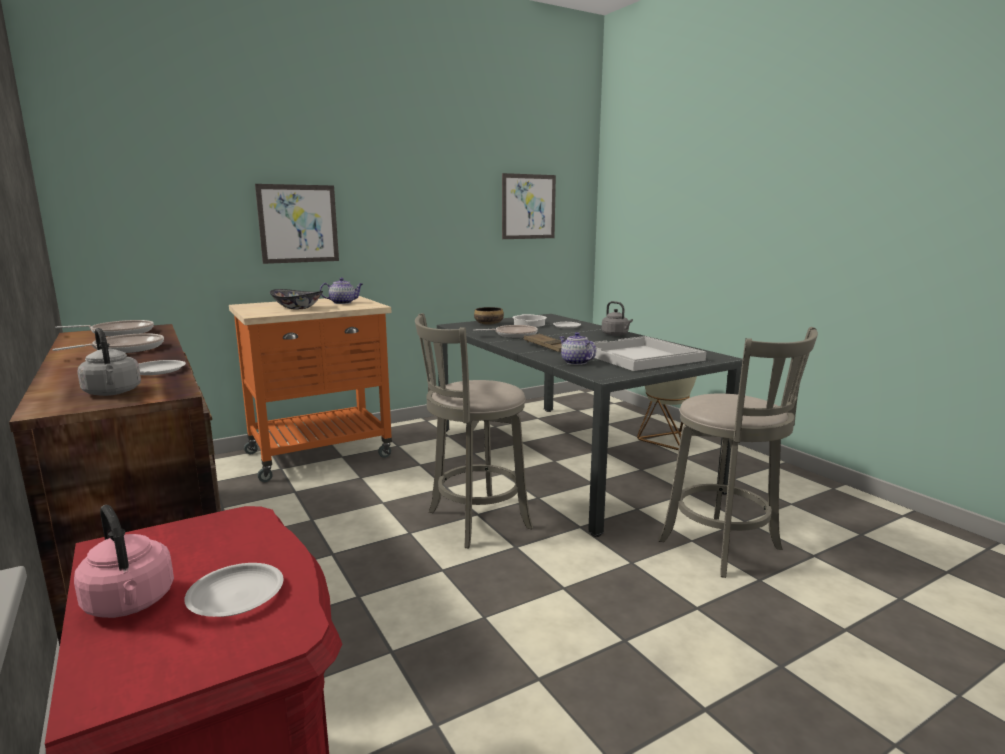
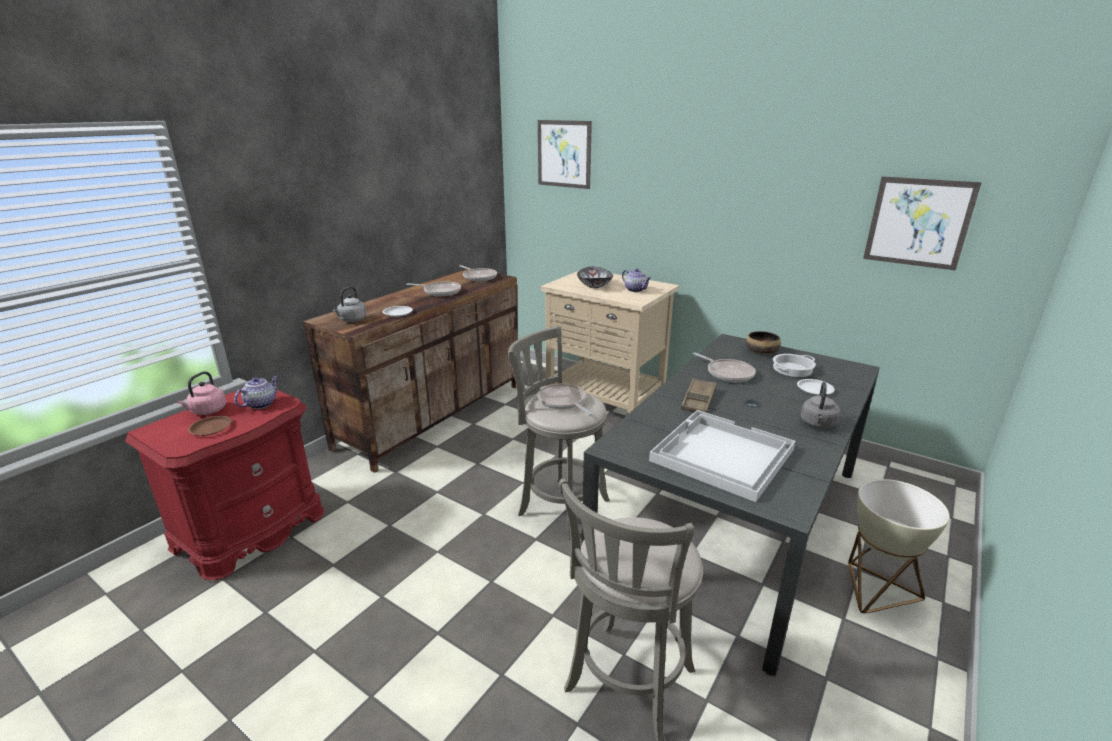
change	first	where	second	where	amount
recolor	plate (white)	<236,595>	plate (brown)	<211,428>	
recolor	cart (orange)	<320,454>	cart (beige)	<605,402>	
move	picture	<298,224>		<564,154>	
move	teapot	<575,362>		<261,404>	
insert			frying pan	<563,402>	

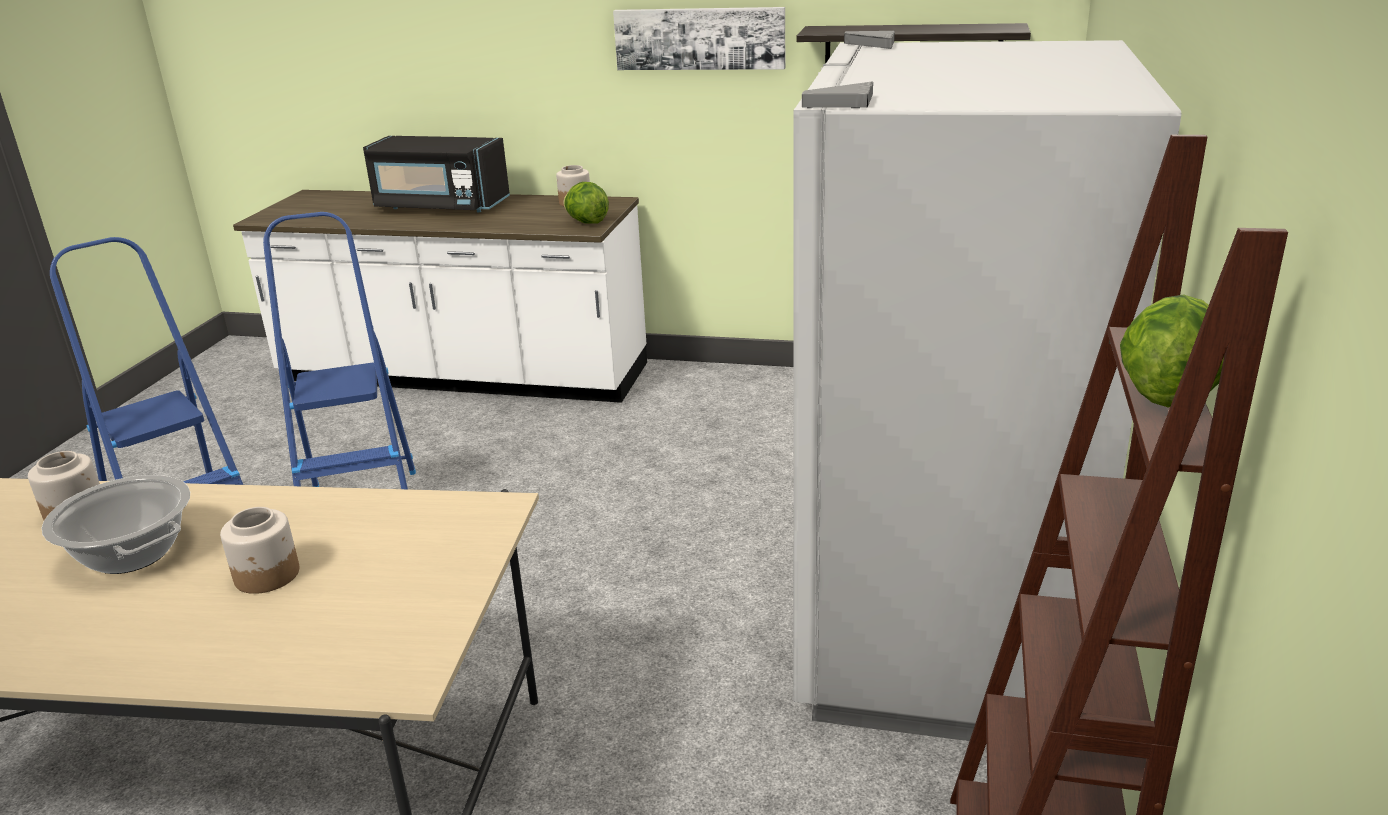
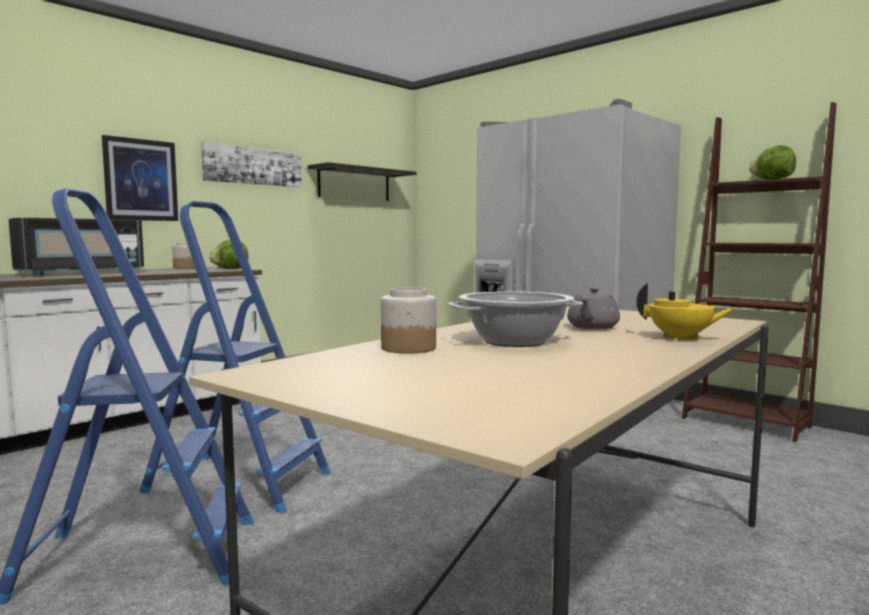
change	first	where	second	where	amount
replace	jar	<267,575>	teapot (grey)	<592,327>	
insert			picture	<141,180>	
insert			teapot (yellow)	<681,338>	

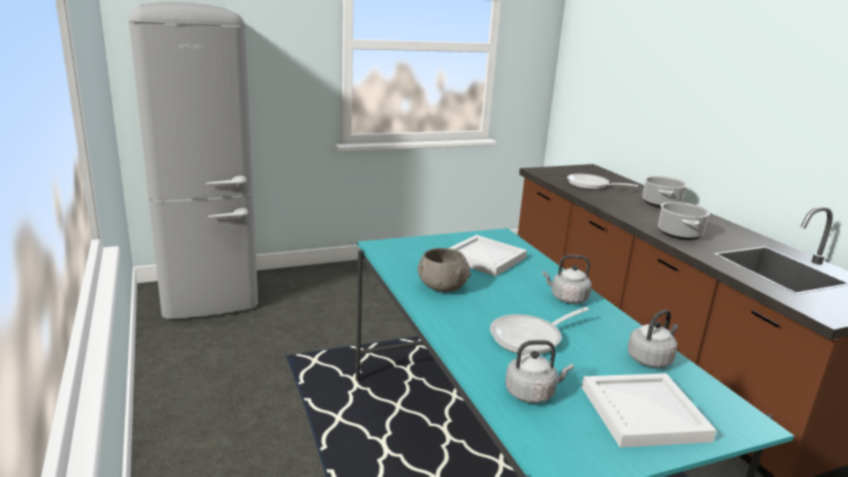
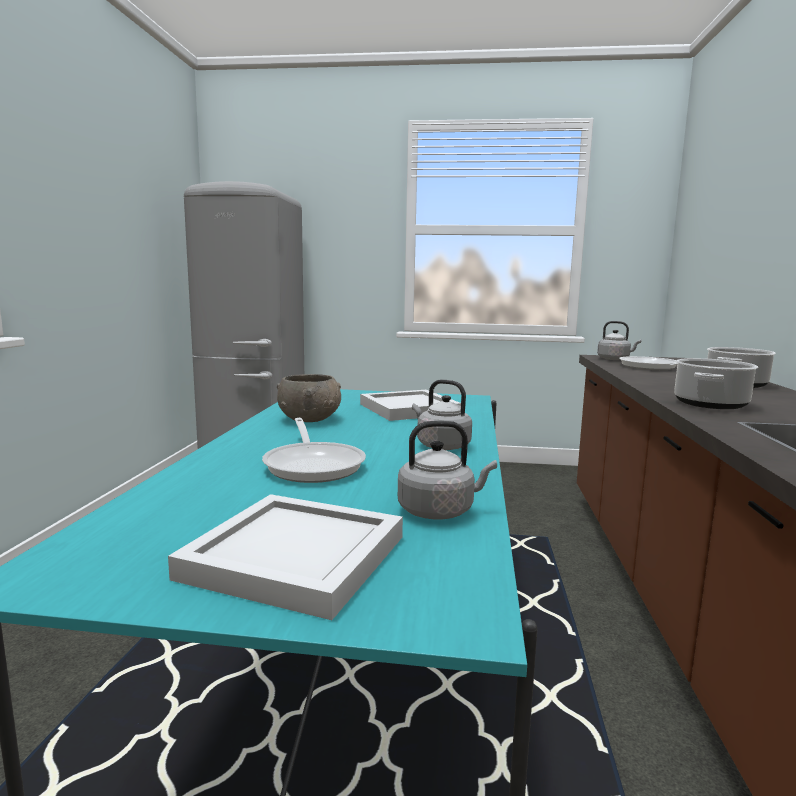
change	first	where	second	where	amount
rotate	frying pan	<531,338>		<314,465>	105 degrees counterclockwise
move	kettle (grey)	<532,393>		<615,359>	

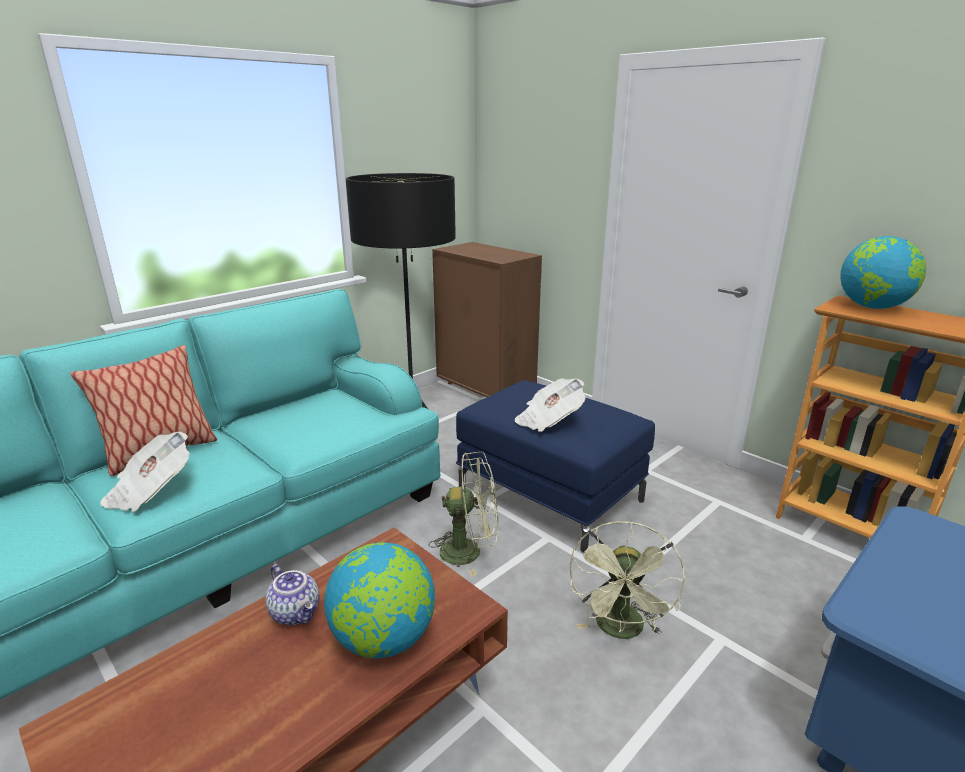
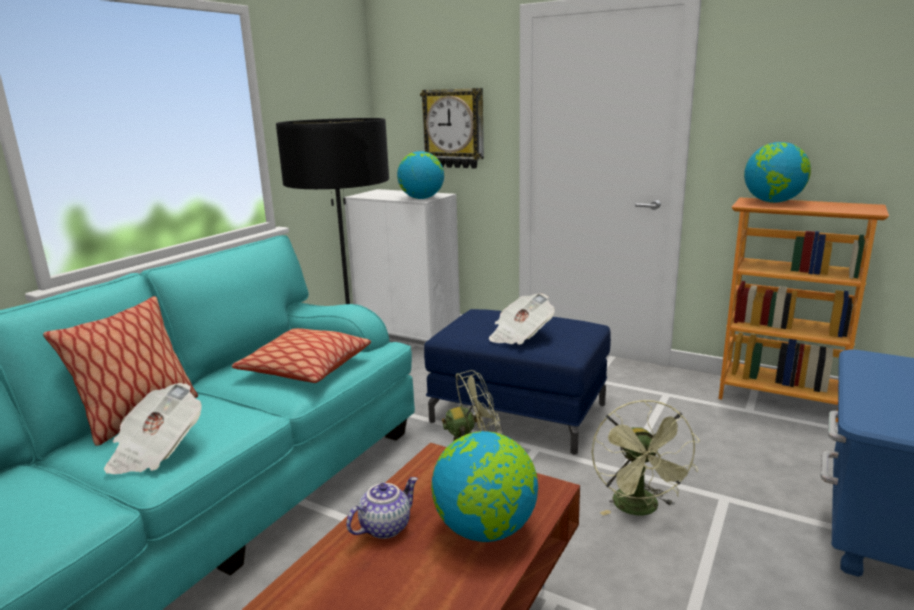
change	first	where	second	where	amount
rotate	teapot	<296,612>		<385,526>	75 degrees counterclockwise
recolor	cabinet (brown)	<486,389>	cabinet (white)	<409,333>	
insert			pillow	<305,368>	
insert			globe	<421,198>	
insert			wall clock	<454,128>	

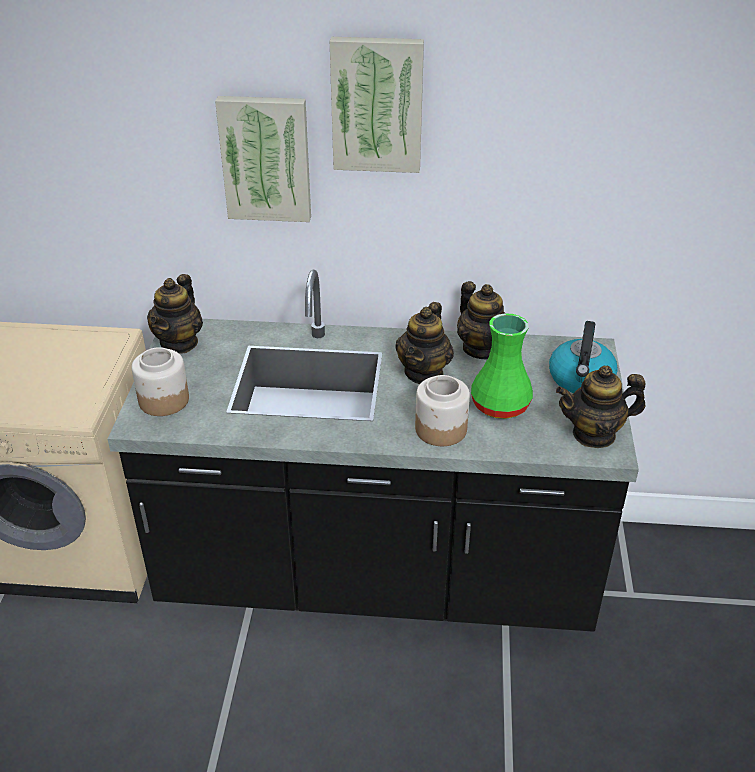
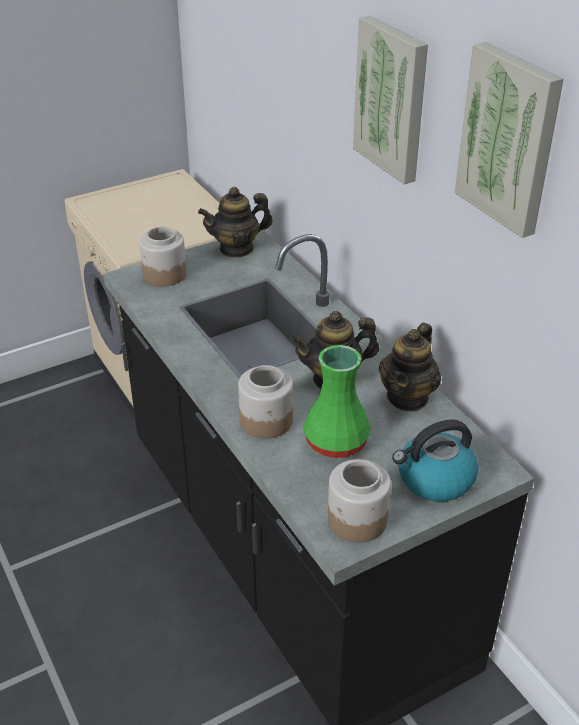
change	first	where	second	where	amount
move	picture	<266,158>		<510,139>	
replace	teapot	<594,434>	jar	<357,520>	

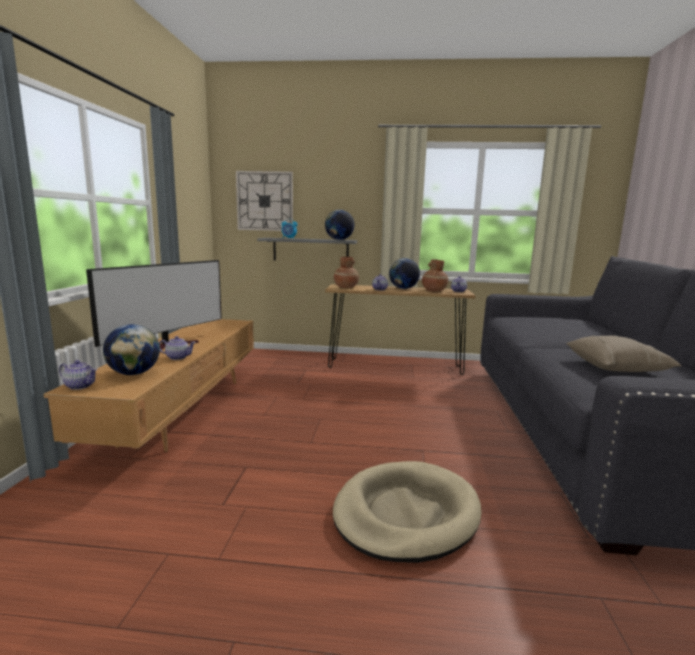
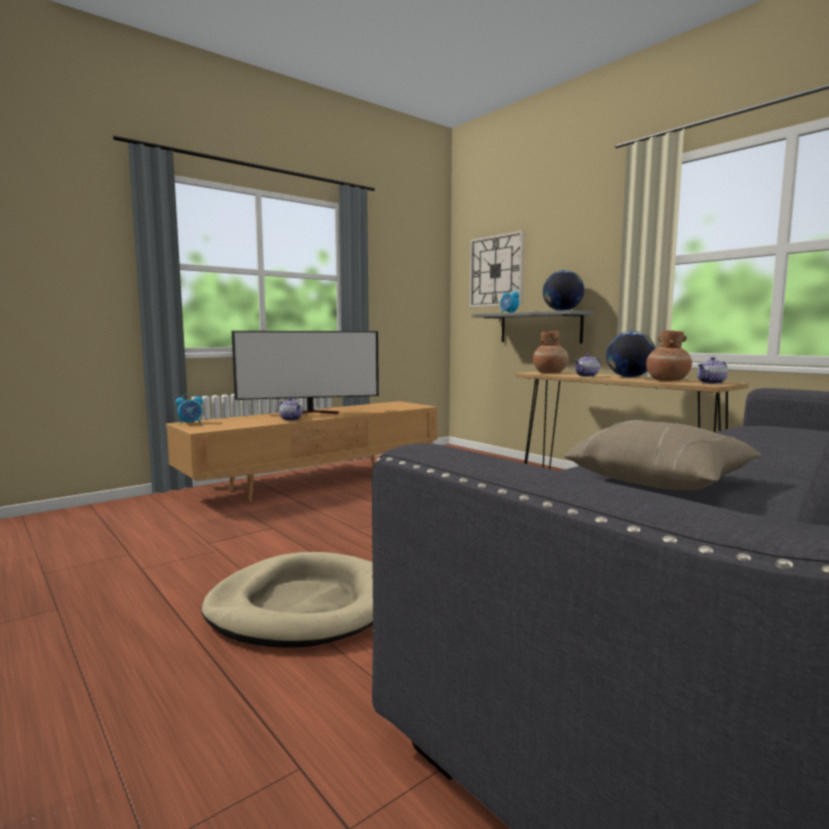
change	first	where	second	where	amount
replace	teapot	<80,386>	alarm clock	<190,423>	
delete	globe	<134,373>			

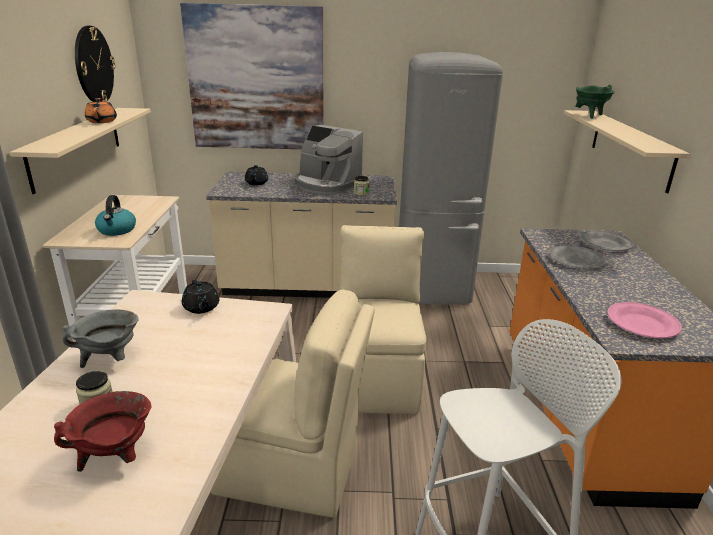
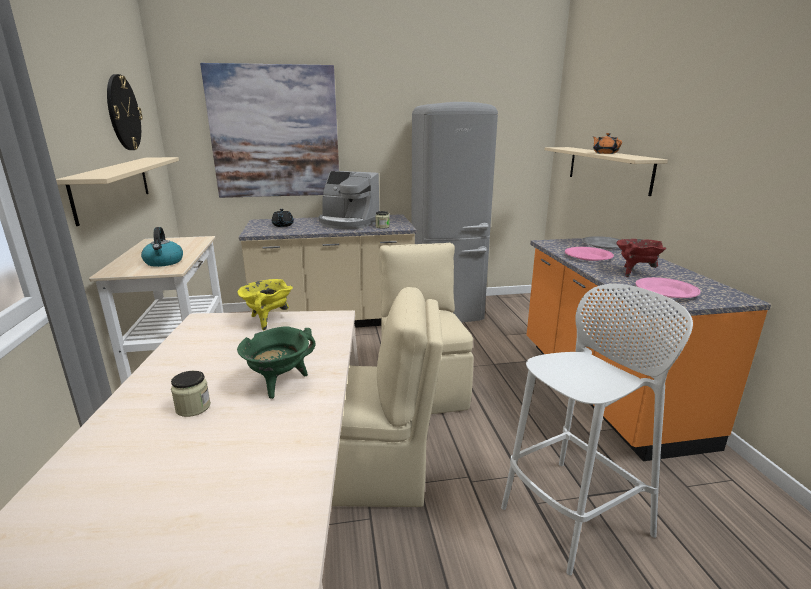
change	first	where	second	where	amount
move	cooking pot (red)	<115,457>		<635,272>	
delete	cooking pot (grey)	<110,360>			
move	teapot (orange)	<102,121>		<605,153>	
replace	teapot (black)	<201,308>	cooking pot (yellow)	<268,320>	
recolor	plate (grey)	<576,260>	plate (pink)	<588,257>	
move	cooking pot (green)	<589,116>		<279,383>	

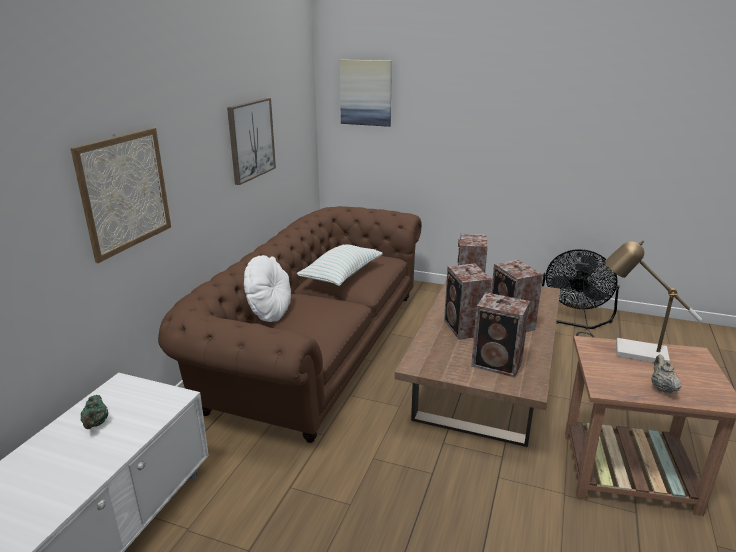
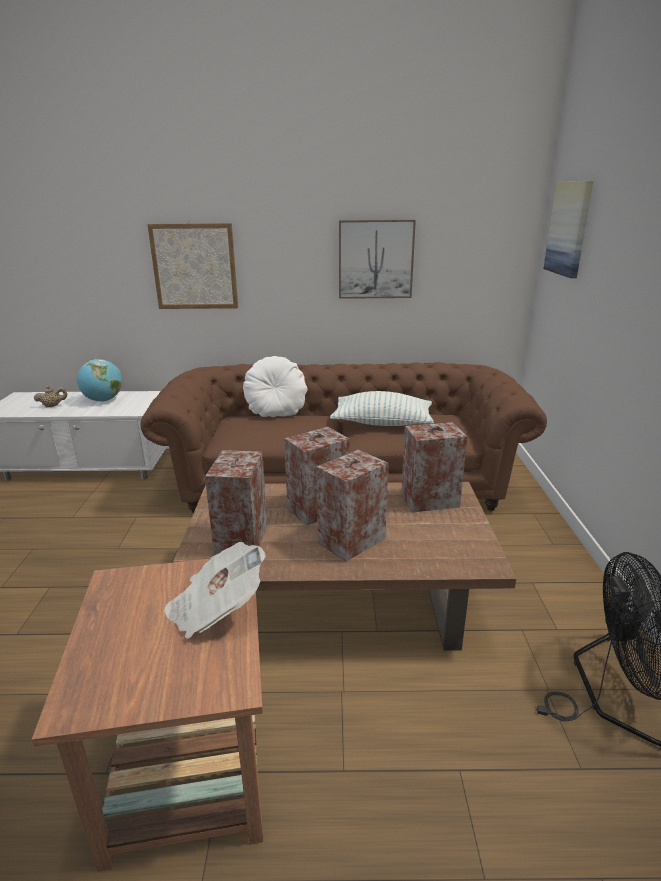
change	first	where	second	where	amount
replace	teapot (green)	<96,424>	globe	<103,400>	
replace	table lamp	<633,352>	newspaper	<216,609>	
move	teapot (beige)	<662,388>		<53,406>	

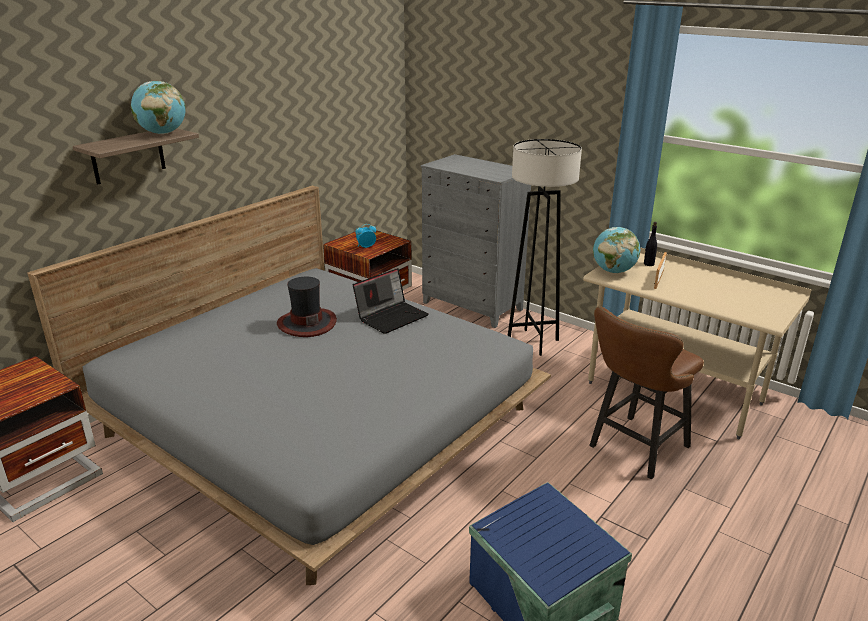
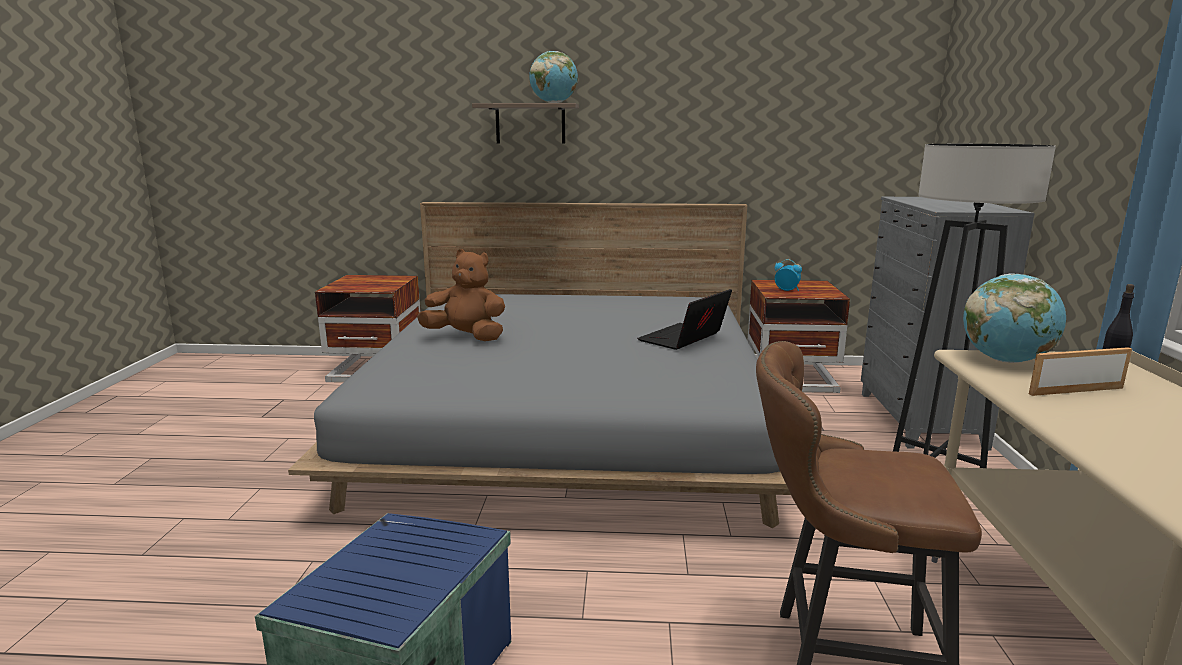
change	first	where	second	where	amount
delete	hat	<306,323>			
rotate	laptop	<392,316>		<683,339>	120 degrees clockwise
insert			plush toy (brown)	<466,337>	

